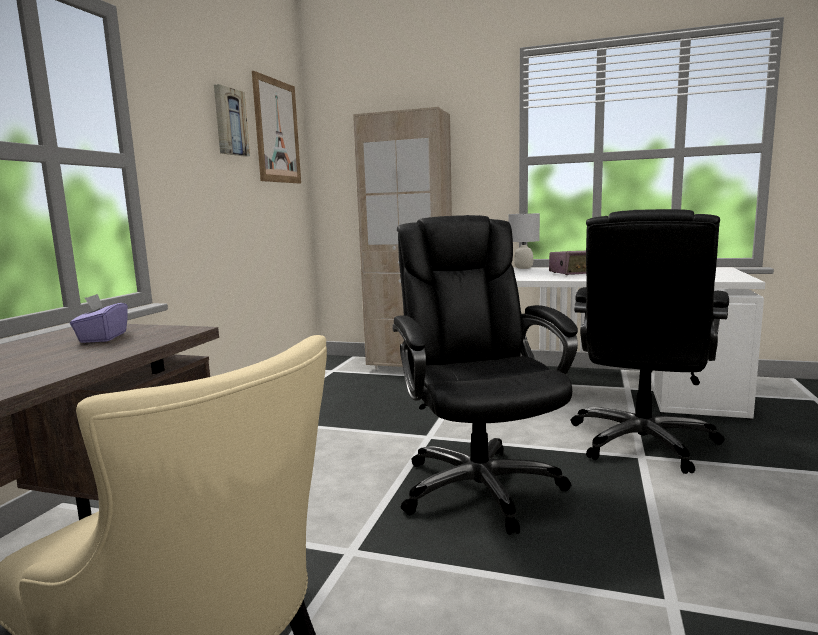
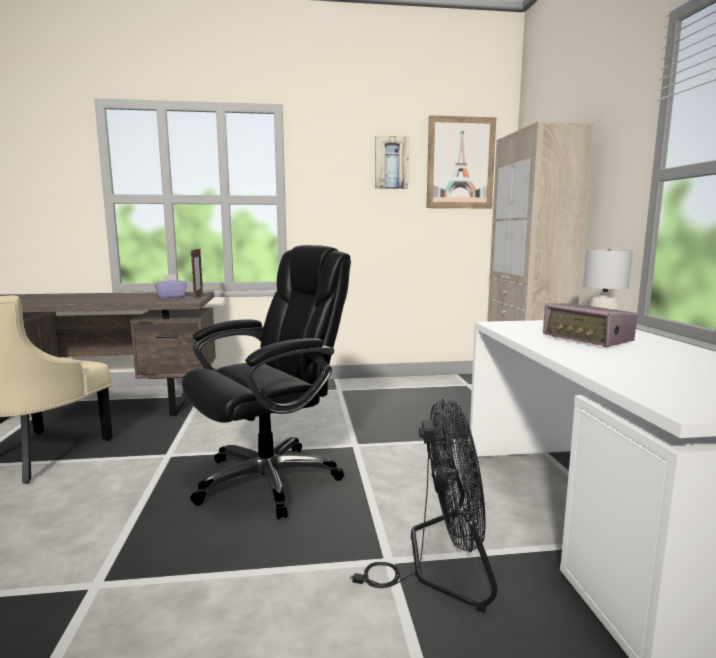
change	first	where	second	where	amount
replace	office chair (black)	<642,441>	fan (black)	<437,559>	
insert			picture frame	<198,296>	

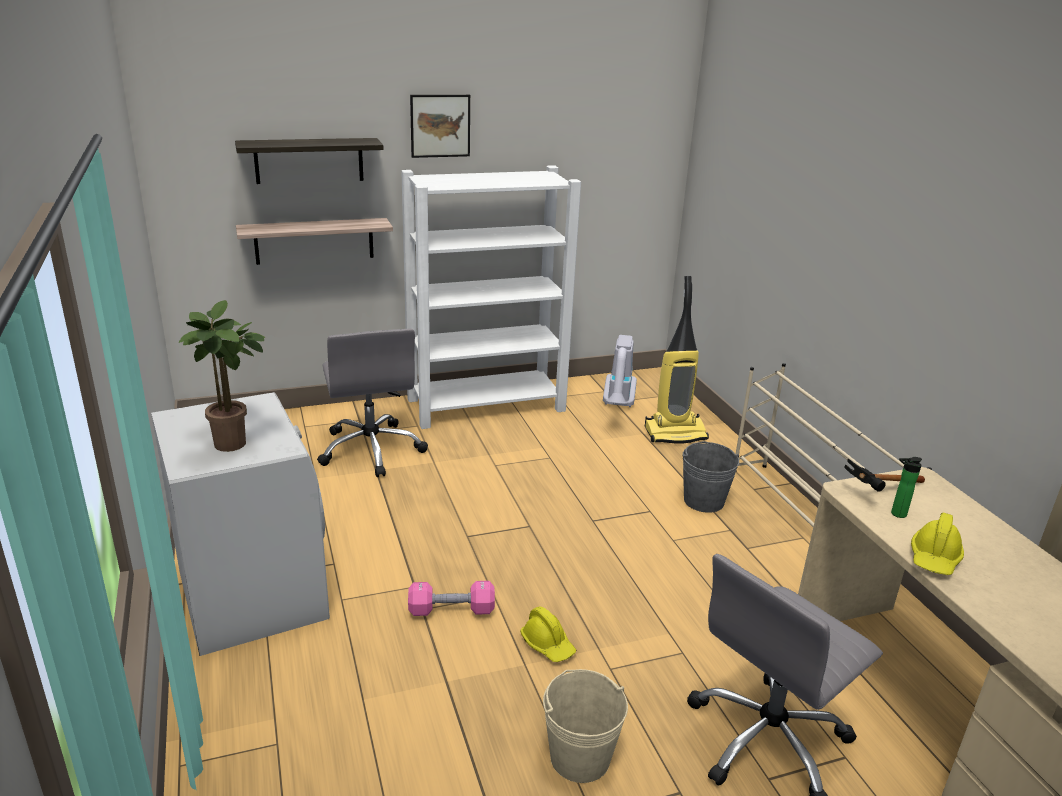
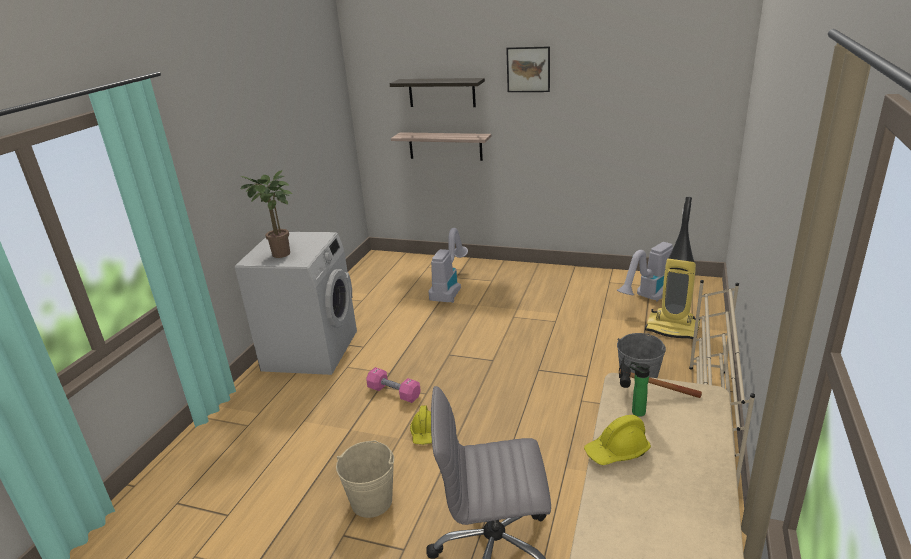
change	first	where	second	where	amount
replace	office chair (grey)	<371,450>	vacuum cleaner	<449,289>	
delete	bookcase (white)	<486,405>			

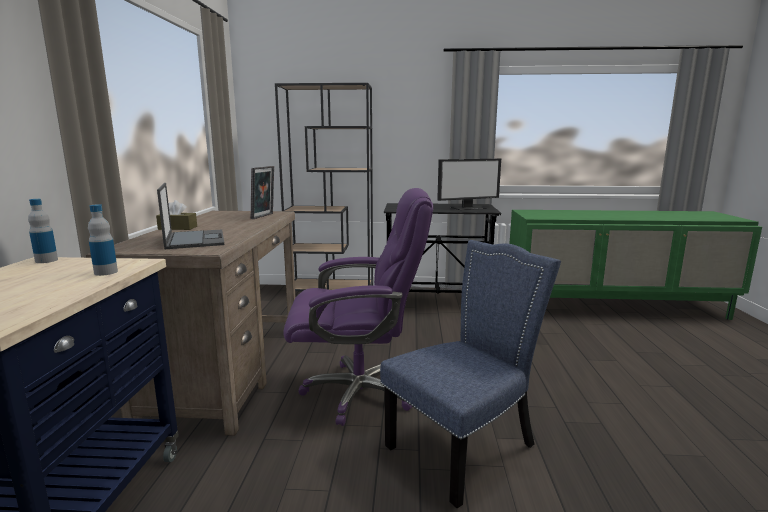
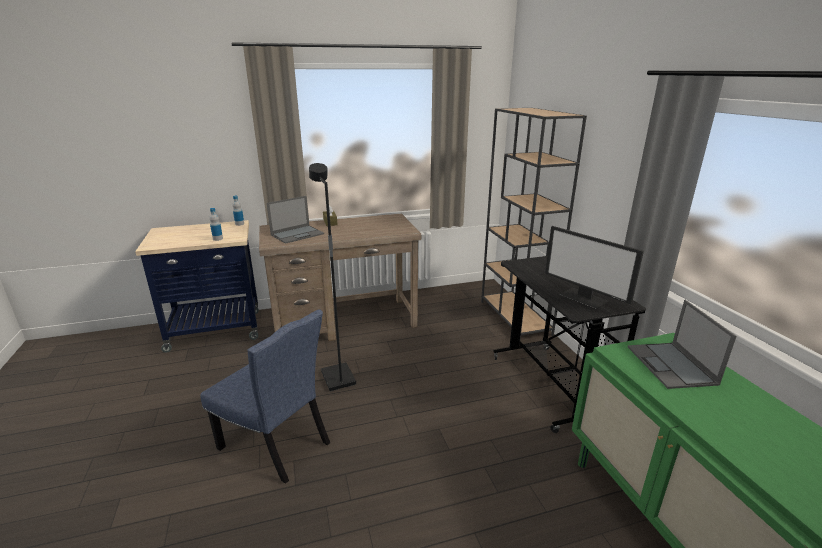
change	first	where	second	where	amount
delete	picture frame	<264,216>			
replace	office chair (purple)	<356,392>	floor lamp (black)	<337,378>	
insert			laptop	<671,365>	

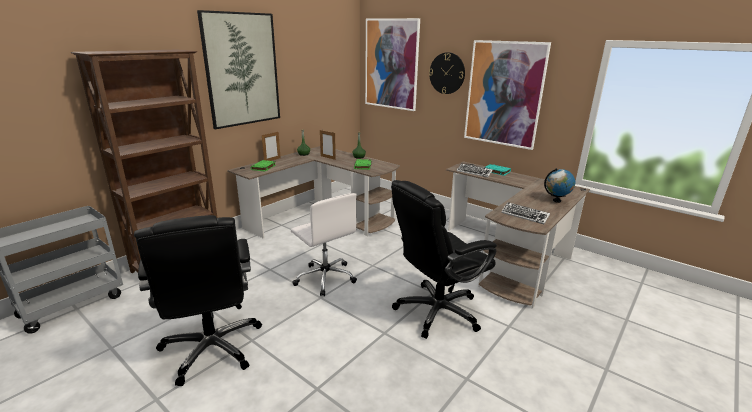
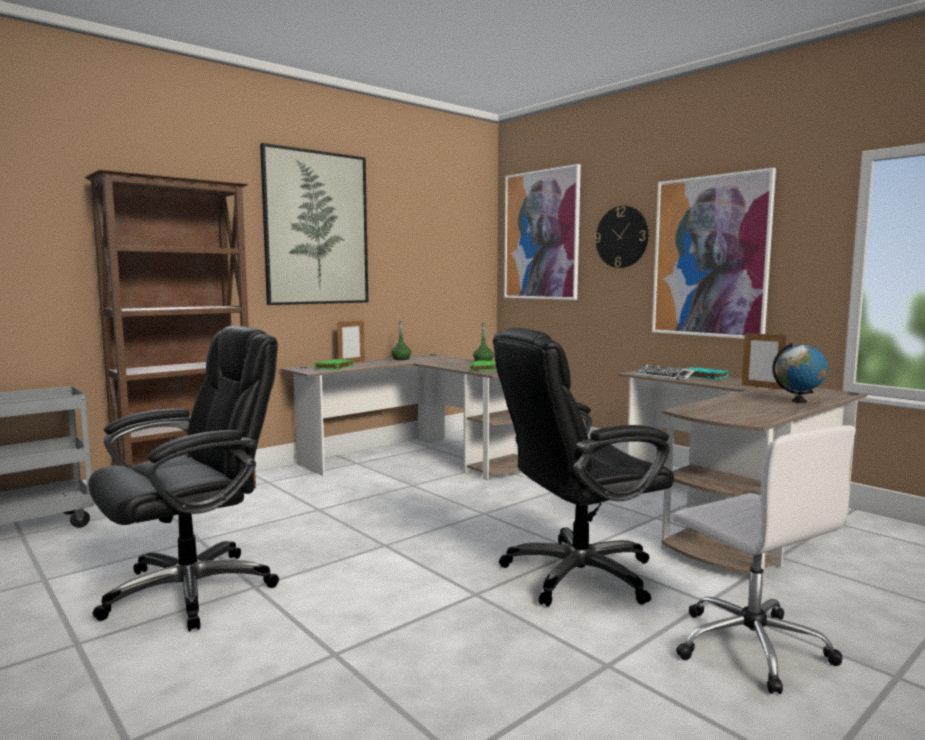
change	first	where	second	where	amount
rotate	office chair (black)	<212,347>		<190,590>	120 degrees counterclockwise
move	office chair (white)	<325,278>		<749,646>	
move	picture frame	<328,157>		<761,387>	
delete	keyboard	<524,216>			

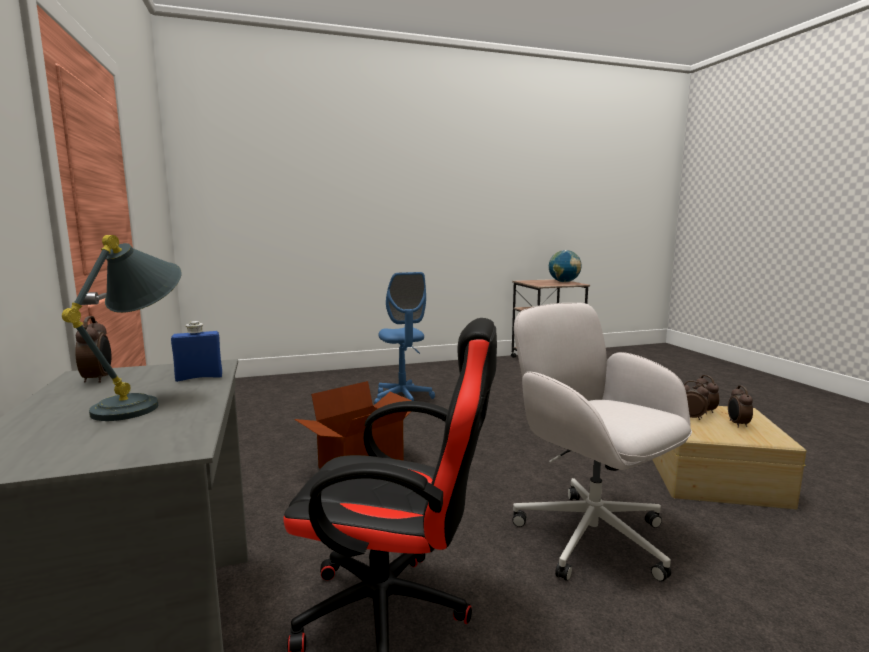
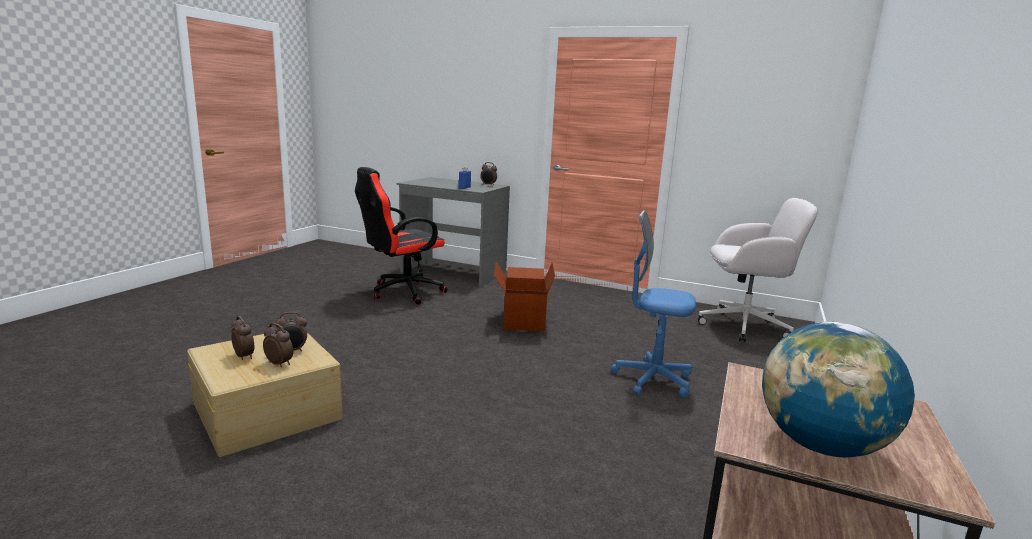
change	first	where	second	where	amount
delete	table lamp (grey)	<144,403>			
move	office chair (white)	<592,537>		<743,326>	

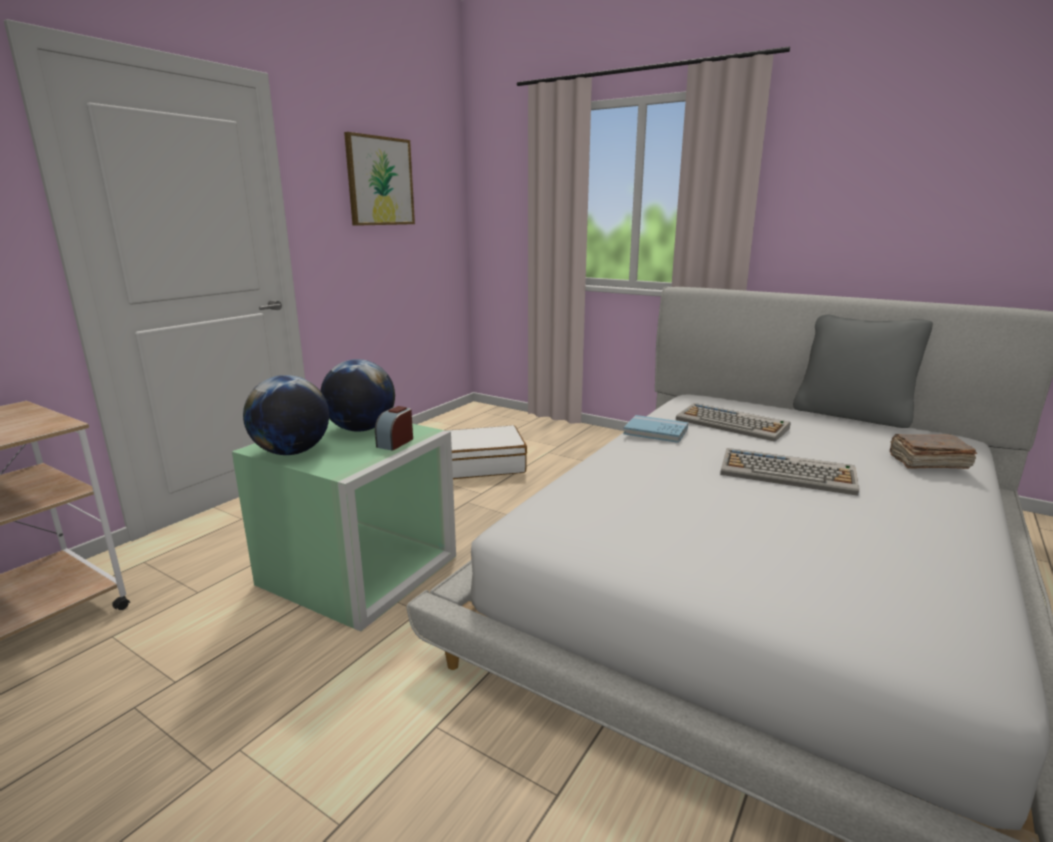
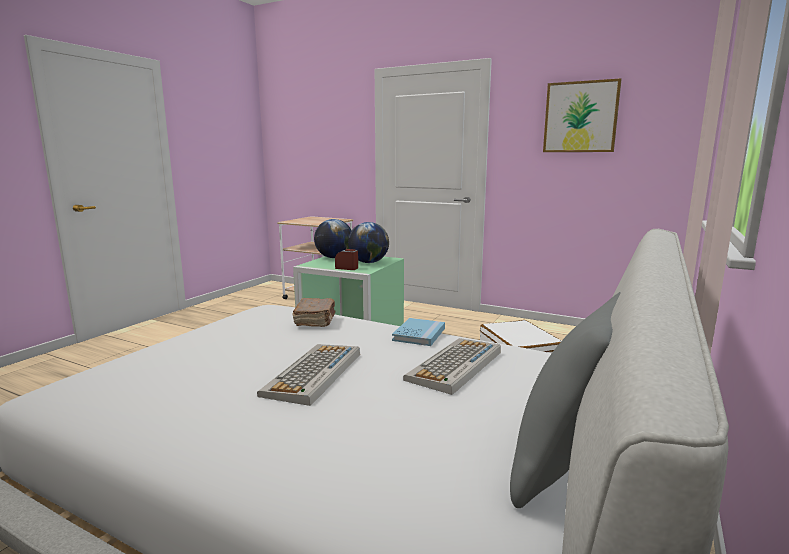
change	first	where	second	where	amount
move	book (brown)	<927,463>		<315,321>	

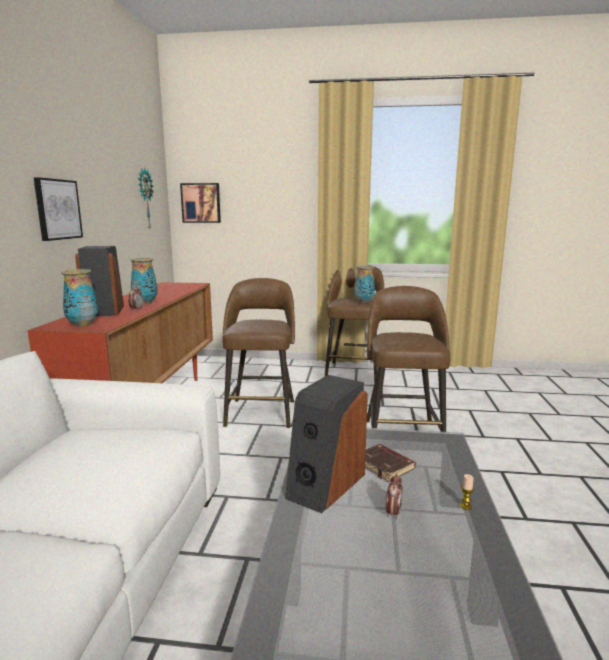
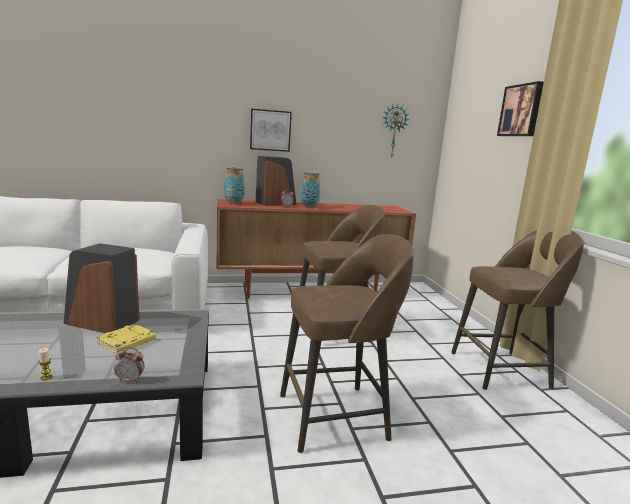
change	first	where	second	where	amount
move	picture	<201,203>		<521,110>	
delete	vase	<364,302>			
recolor	book (brown)	<385,466>	book (yellow)	<127,343>	
move	alarm clock	<393,513>		<130,380>	

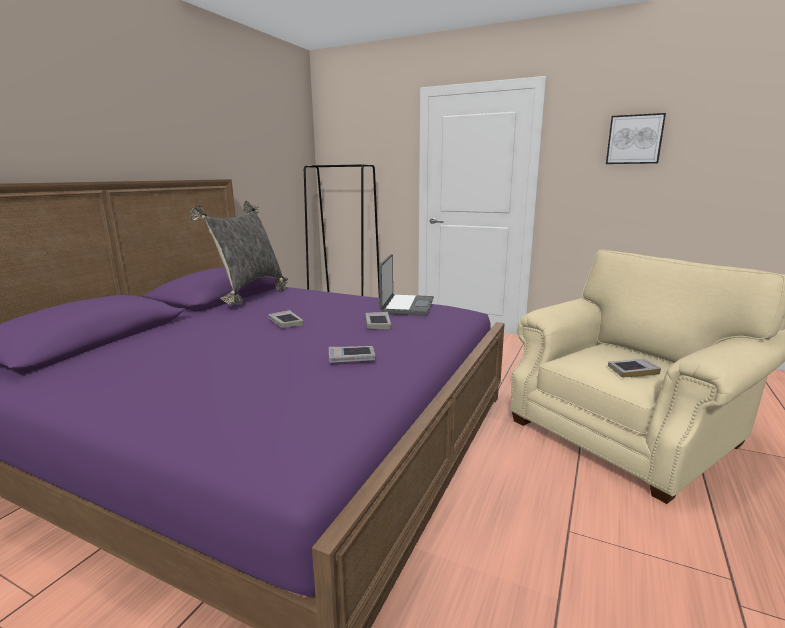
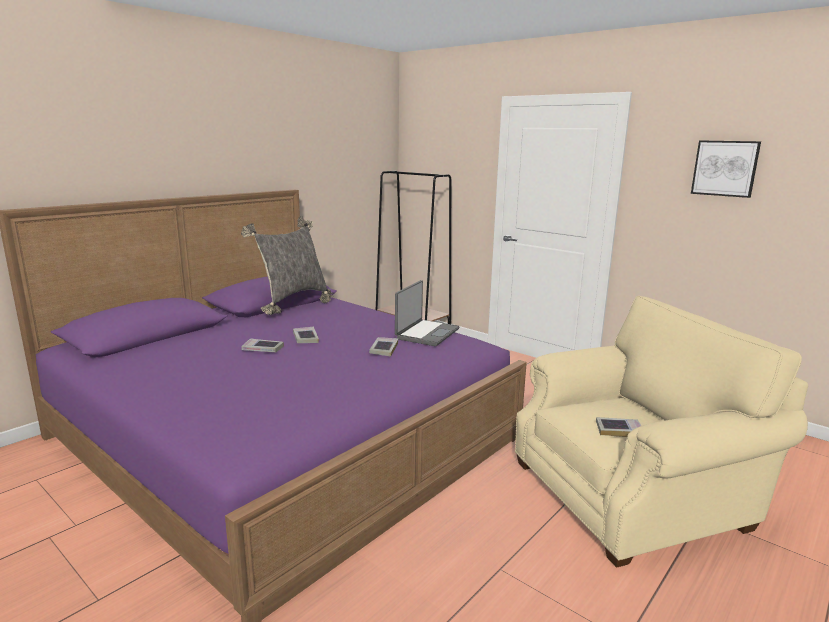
change	first	where	second	where	amount
move	book	<351,358>		<262,349>	

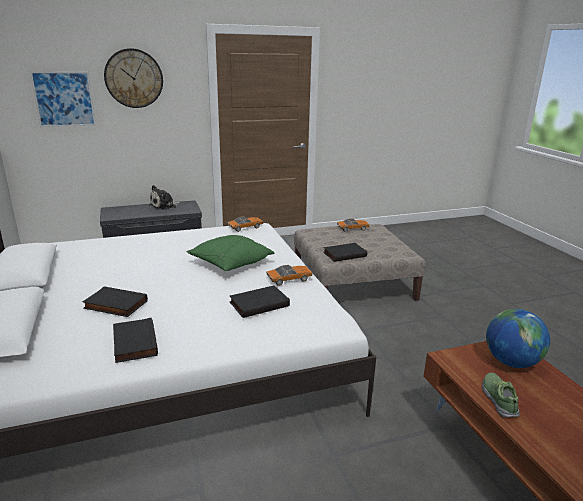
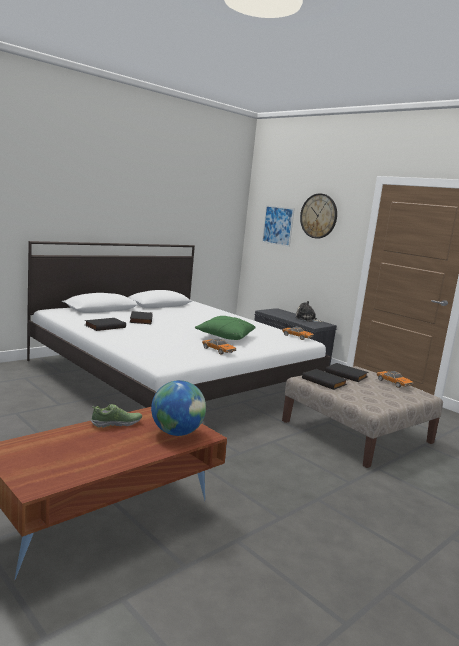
change	first	where	second	where	amount
move	book (black)	<259,303>		<346,374>	

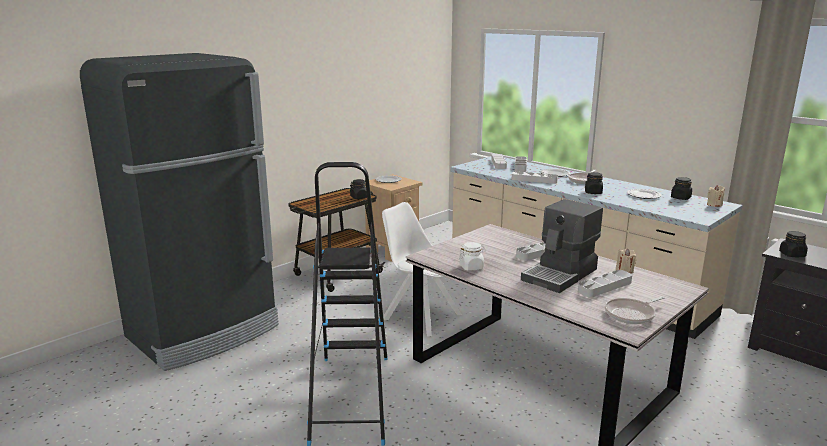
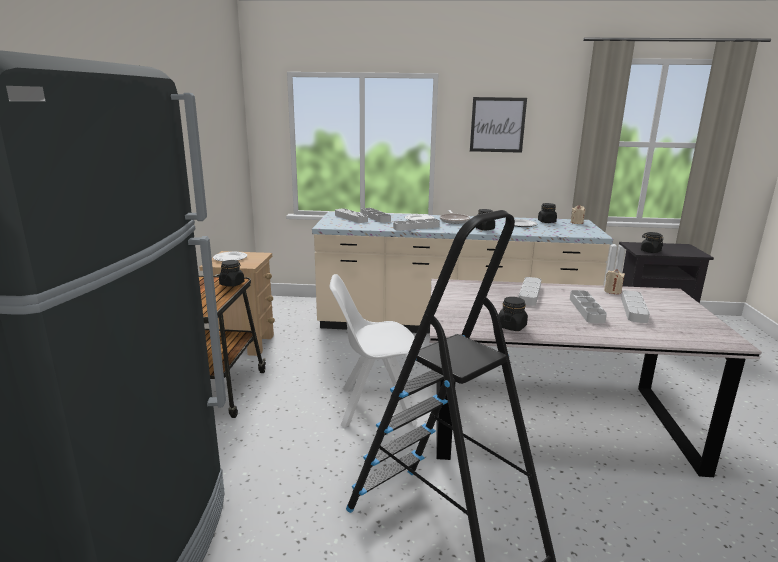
change	first	where	second	where	amount
recolor	jar (white)	<471,267>	jar (black)	<511,326>	
replace	coffee machine	<561,275>	tray (grey)	<586,309>	
delete	frying pan	<631,314>			
insert			picture	<497,125>	

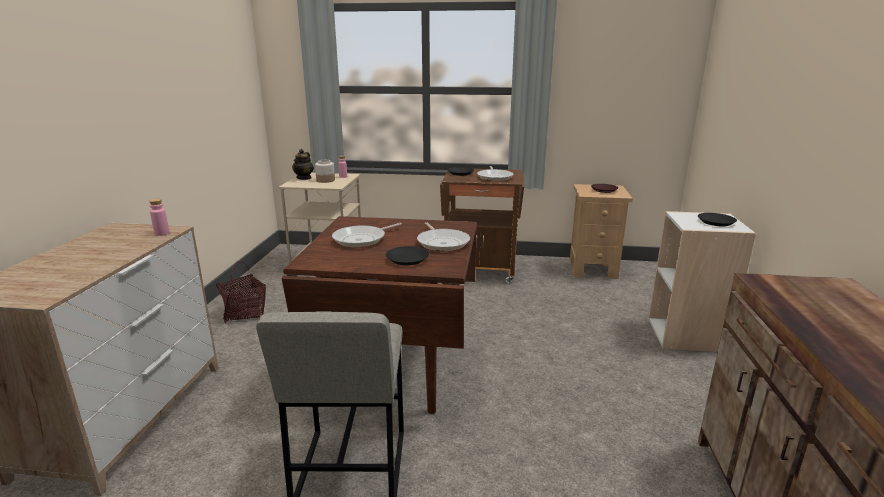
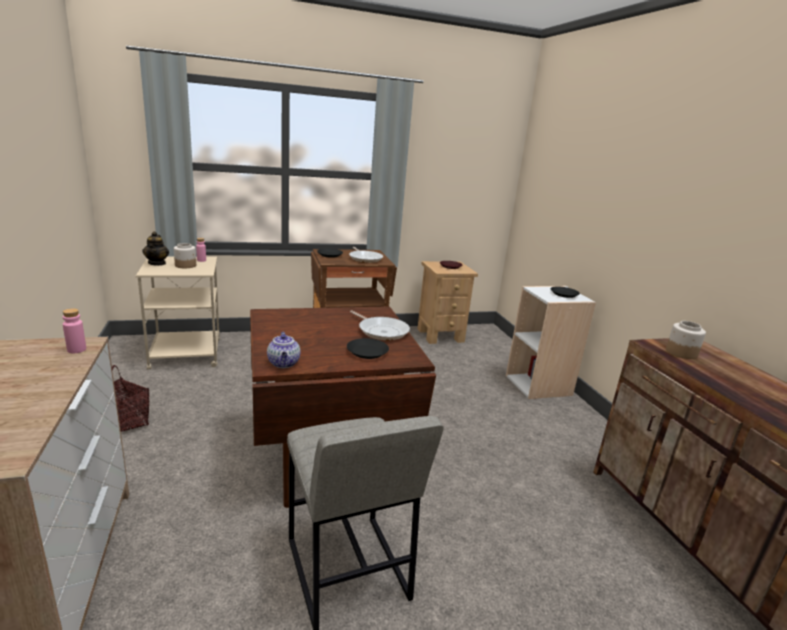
change	first	where	second	where	amount
delete	frying pan	<362,239>			
insert			teapot	<284,363>	
insert			jar	<681,353>	

